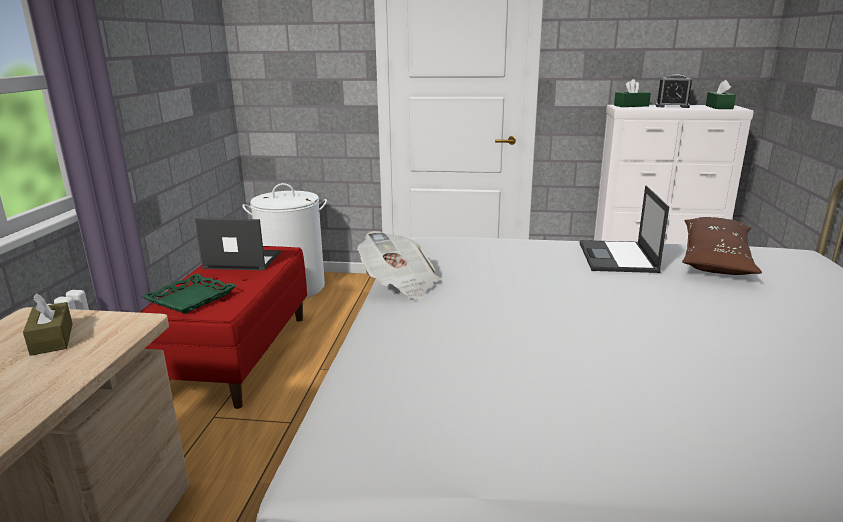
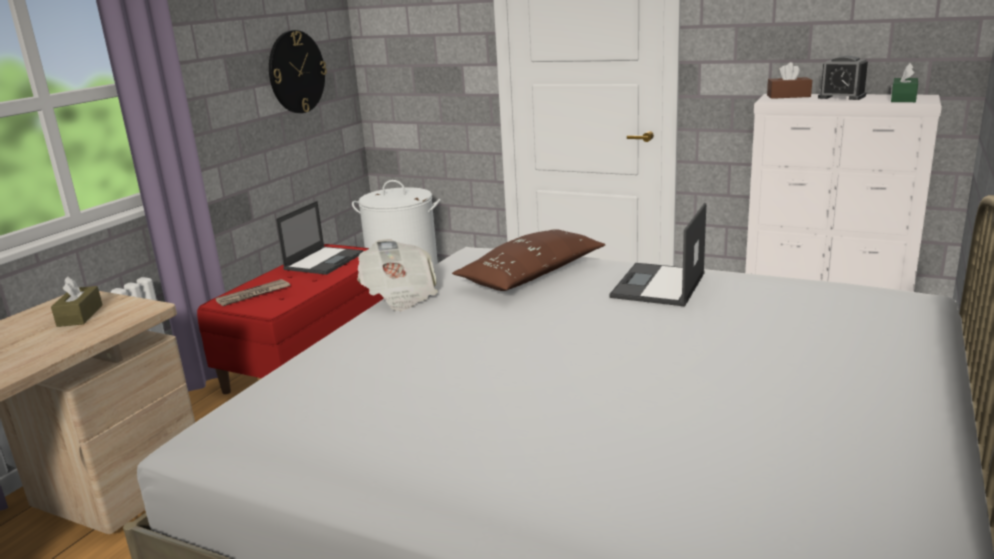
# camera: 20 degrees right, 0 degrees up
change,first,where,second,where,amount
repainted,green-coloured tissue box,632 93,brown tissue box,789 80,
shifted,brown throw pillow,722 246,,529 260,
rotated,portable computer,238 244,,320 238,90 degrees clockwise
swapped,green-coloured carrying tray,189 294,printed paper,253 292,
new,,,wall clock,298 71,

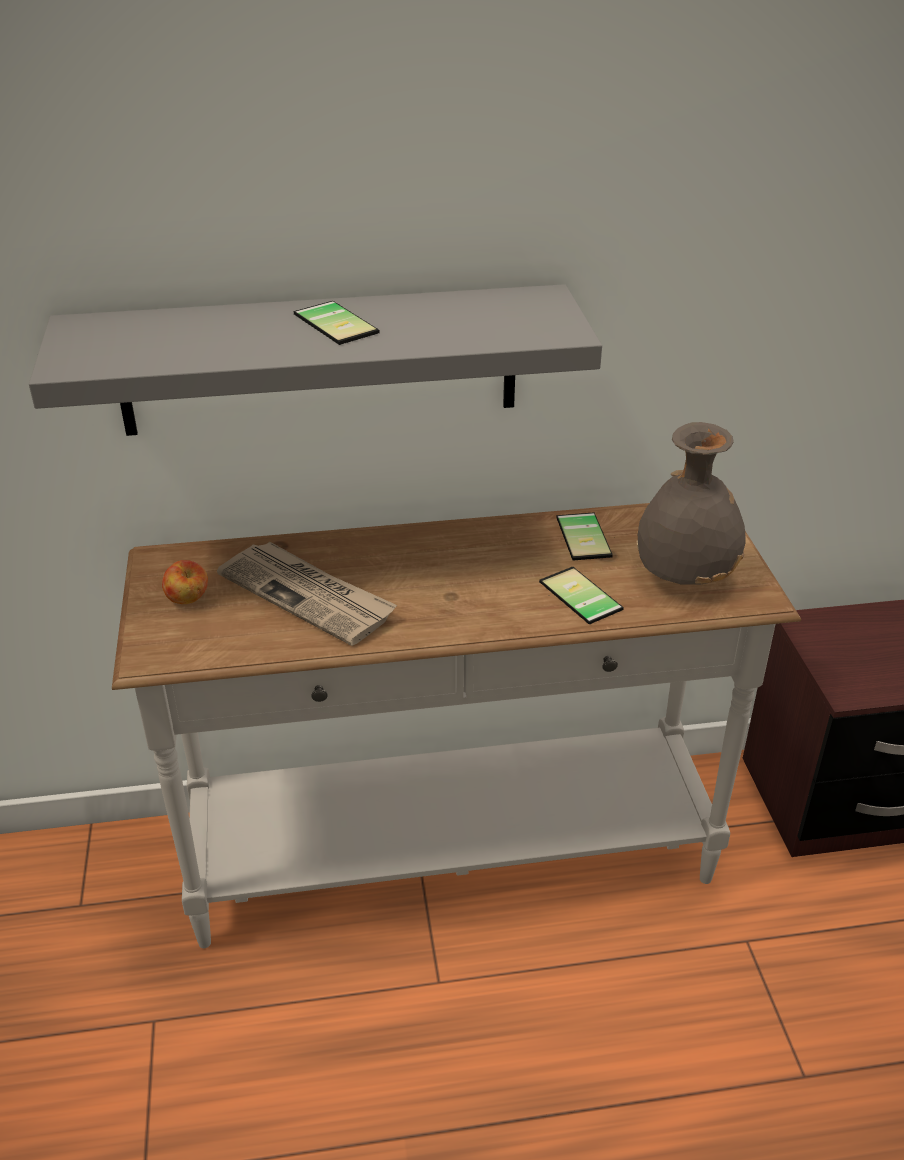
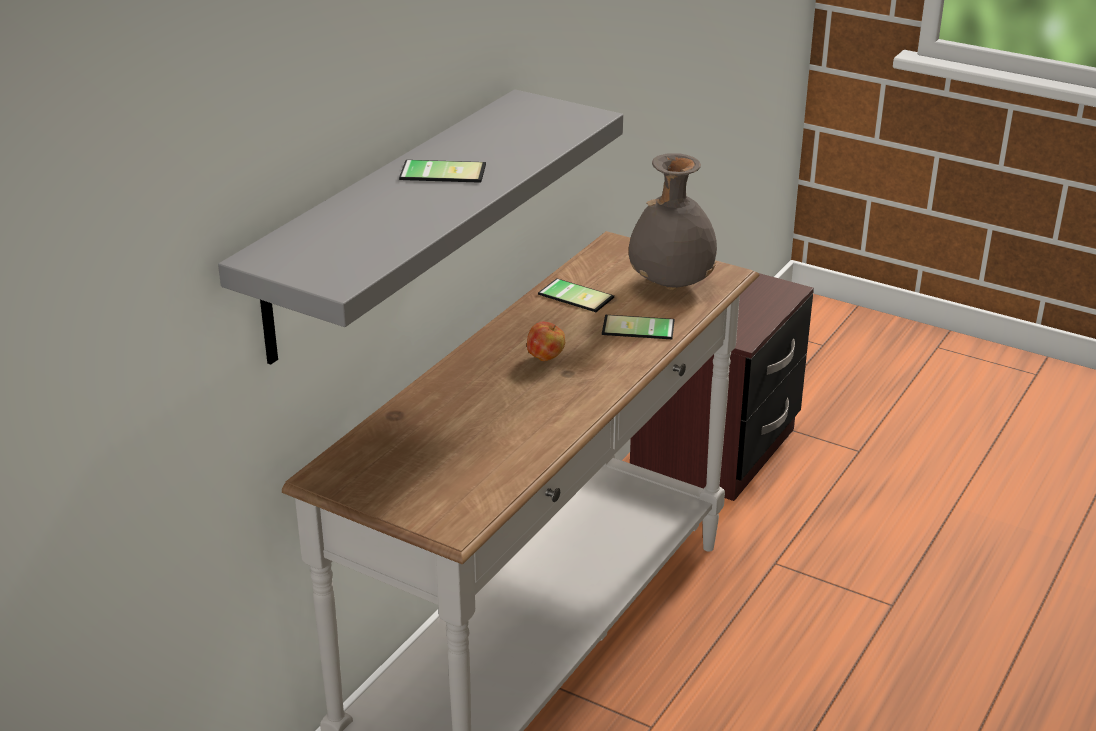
# camera: 50 degrees left, 5 degrees down
change,first,where,second,where,amount
gone,printed paper,307 594,,,
shifted,apple,185 582,,546 341,

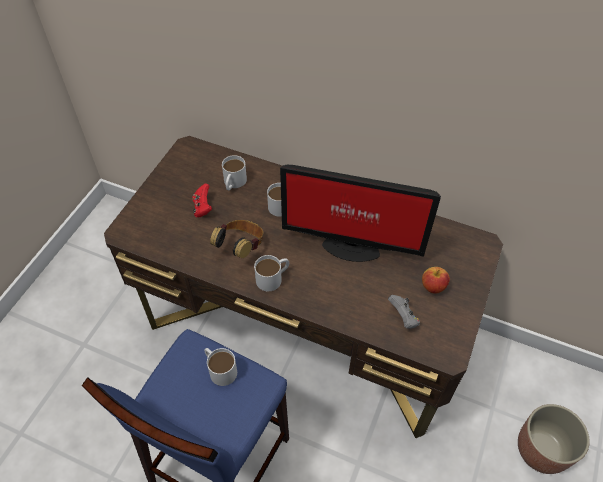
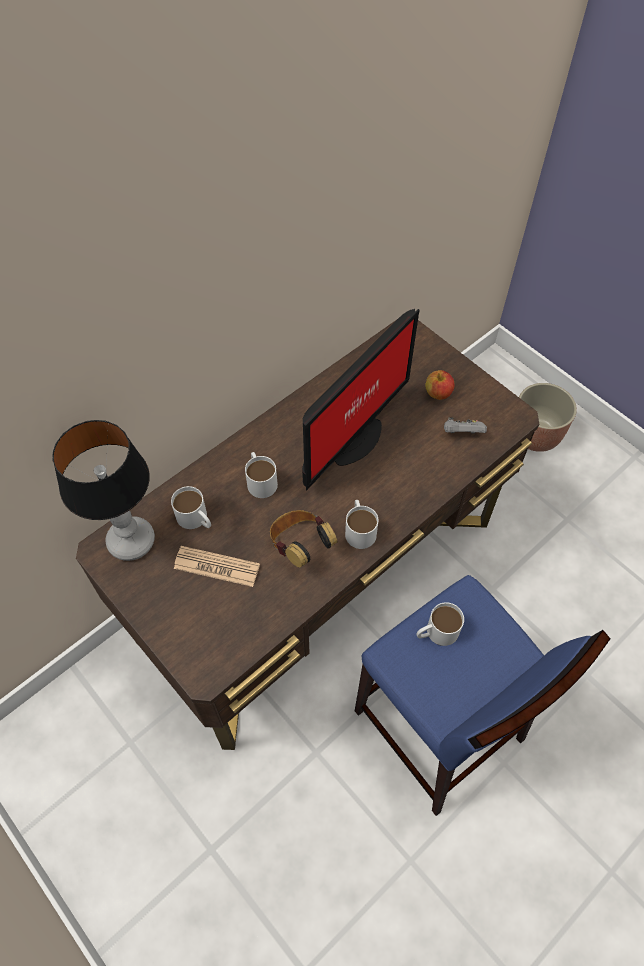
# camera: 65 degrees left, 5 degrees up
change,first,where,second,where,amount
swapped,red joypad,202 200,printed paper,217 566,
new,,,lamp for a table,103 490,

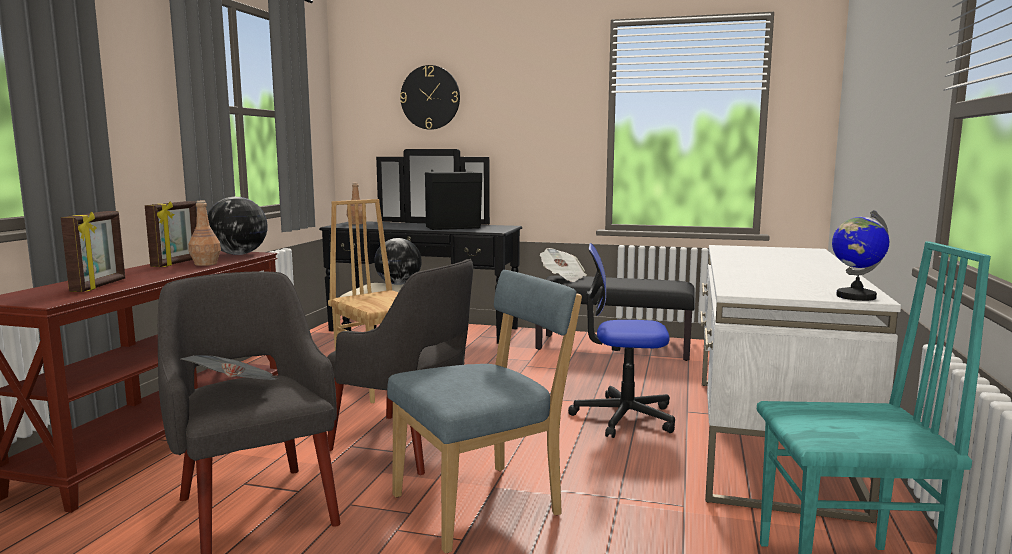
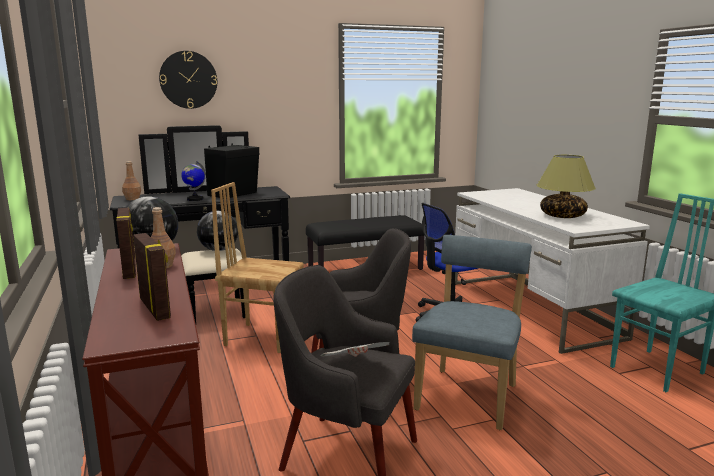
# camera: 35 degrees left, 5 degrees up
change,first,where,second,where,amount
shifted,desk globe,860 255,,193 181,
gone,printed paper,563 265,,,
new,,,lamp for a table,566 186,

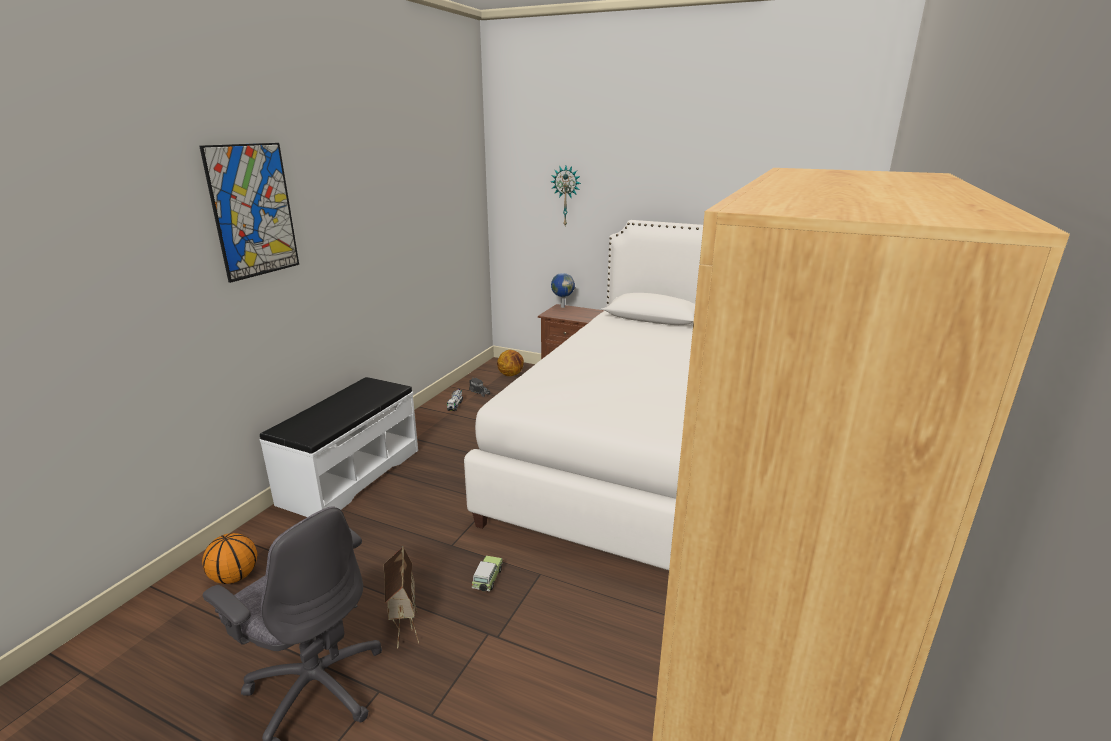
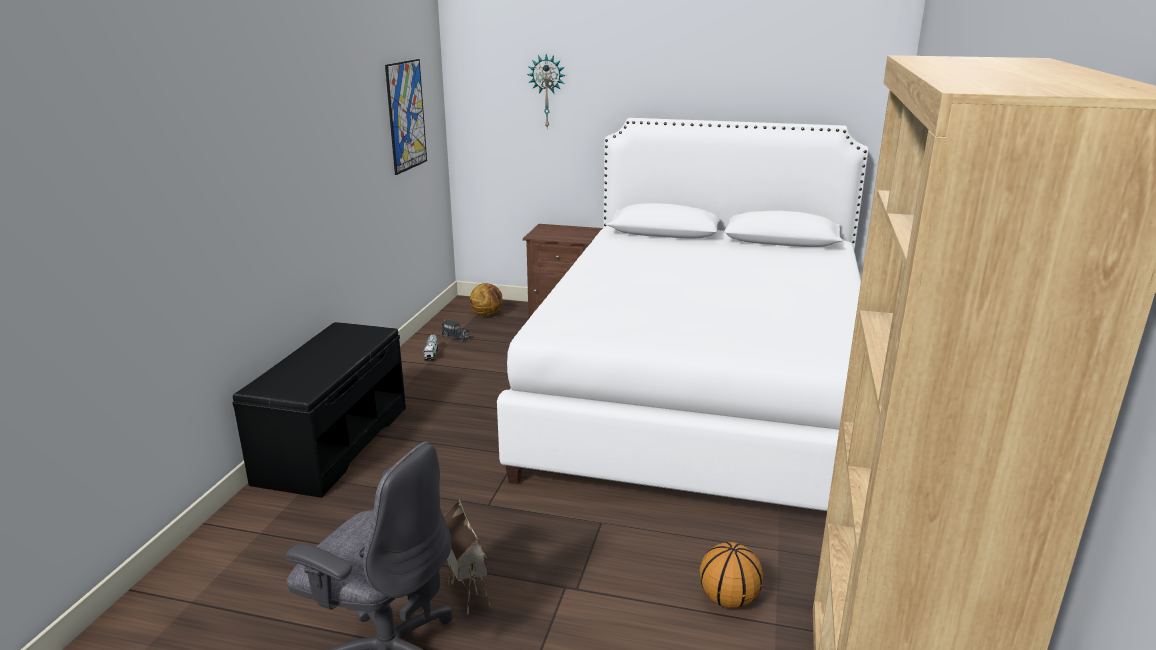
# camera: 10 degrees left, 0 degrees up
change,first,where,second,where,amount
shifted,picture,249 213,,406 117,
gone,desk globe,563 290,,,
repainted,white long seat,339 447,black-coloured long seat,319 410,
shifted,basketball,229 558,,731 575,
gone,model car,487 573,,,

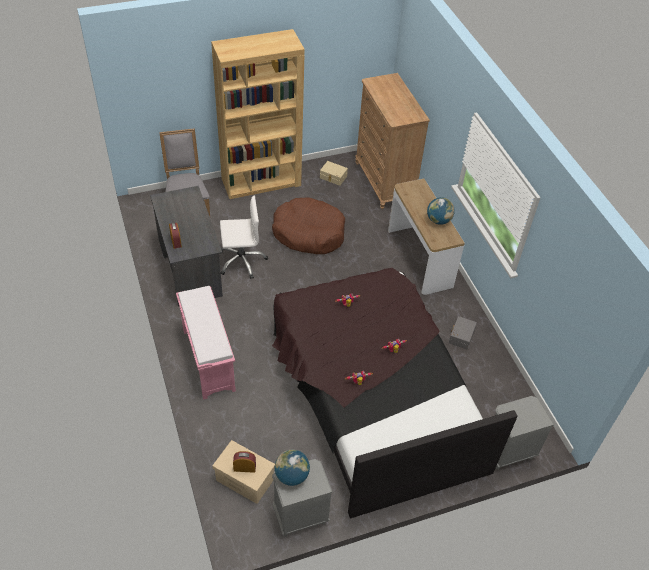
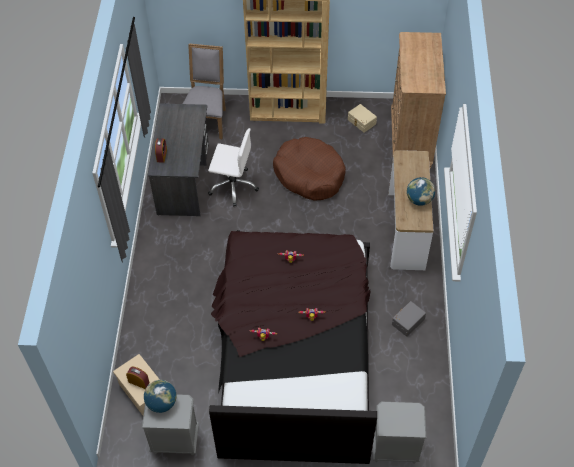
# camera: 25 degrees right, 5 degrees up
change,first,where,second,where,amount
gone,pink-coloured long seat,206 343,,,

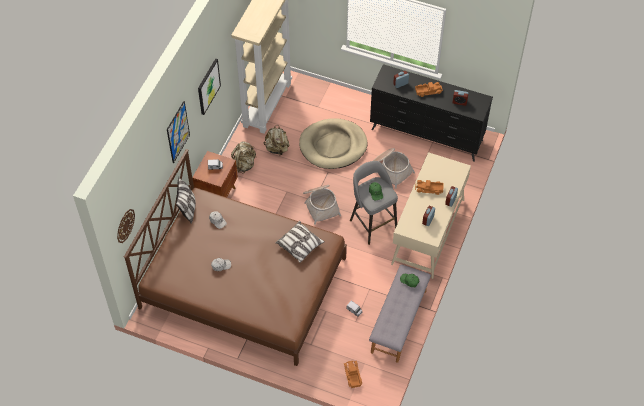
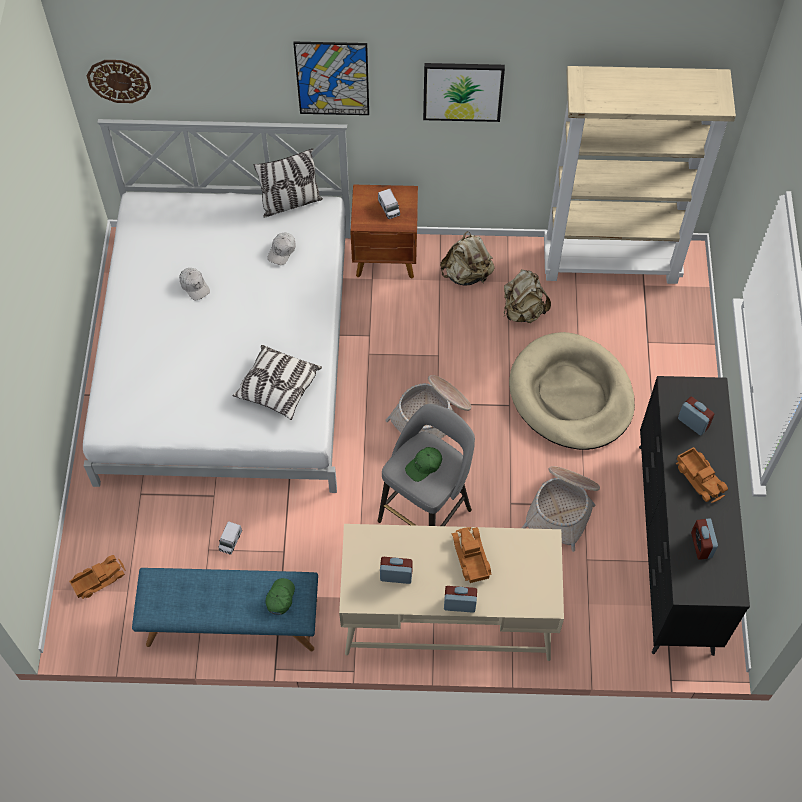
# camera: 70 degrees right, 5 degrees up
change,first,where,second,where,amount
repainted,brown bed,235 257,white bed,217 306,
repainted,grey long seat,400 314,bluish long seat,225 610,

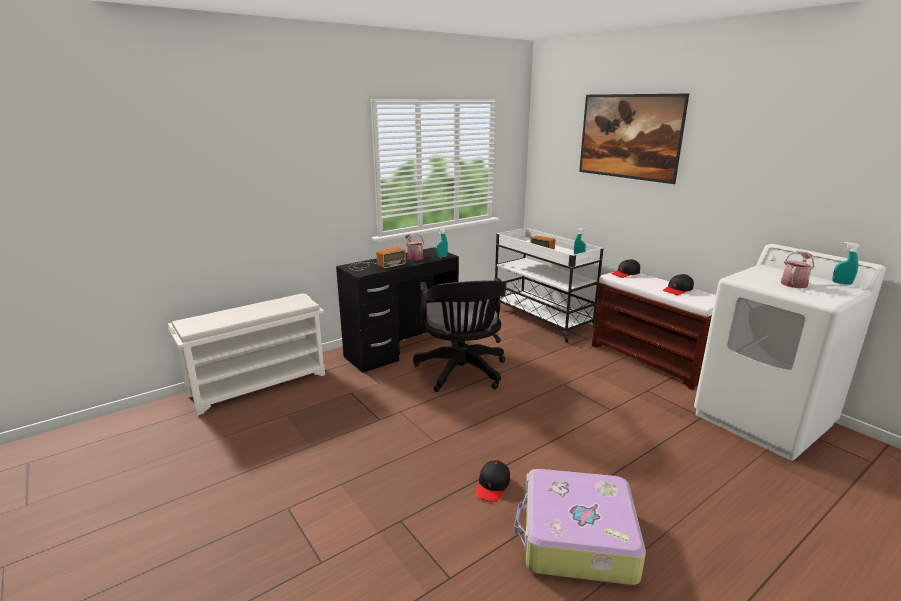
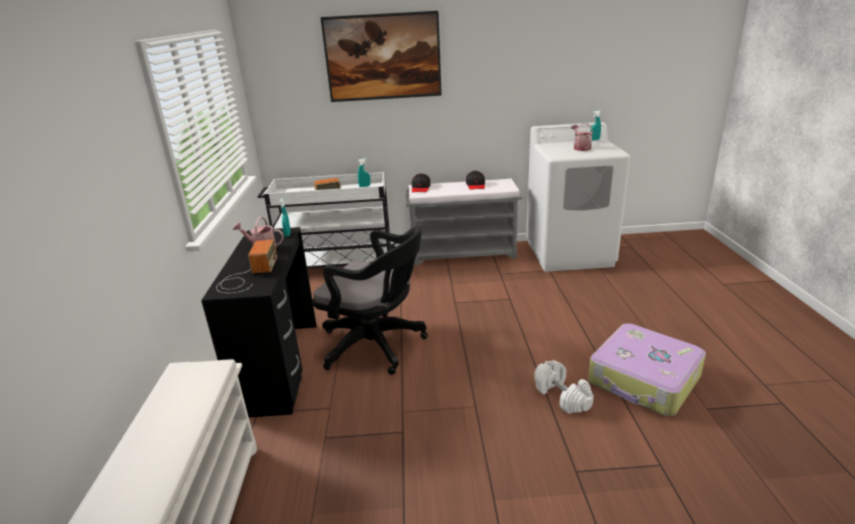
# camera: 55 degrees left, 5 degrees up
change,first,where,second,where,amount
repainted,brown long seat,654 331,grey long seat,464 222,
swapped,black-coloured baseball cap,492 481,white hand weight,564 387,

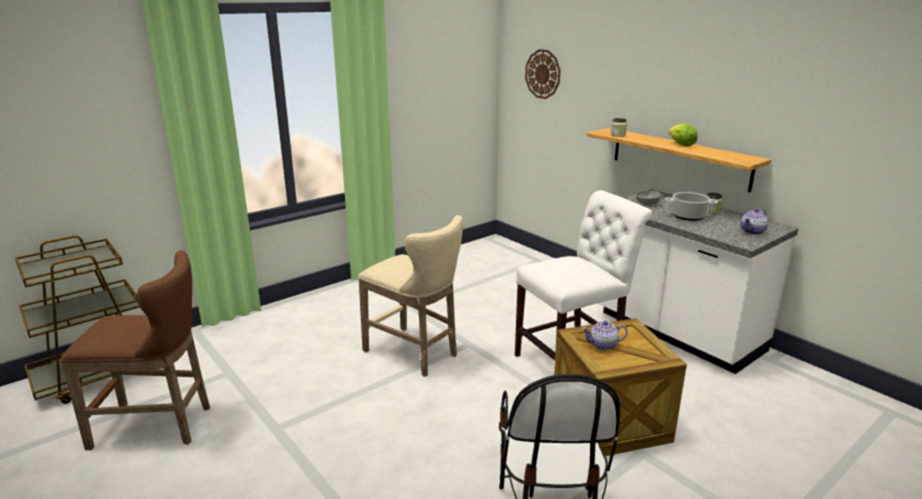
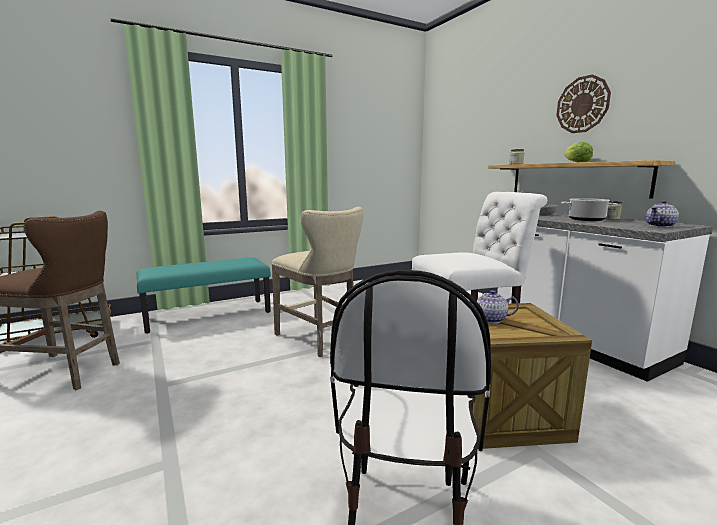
# camera: 10 degrees right, 10 degrees down
change,first,where,second,where,amount
shifted,wall clock,543 74,,583 103,
new,,,turquoise-coloured long seat,203 295,

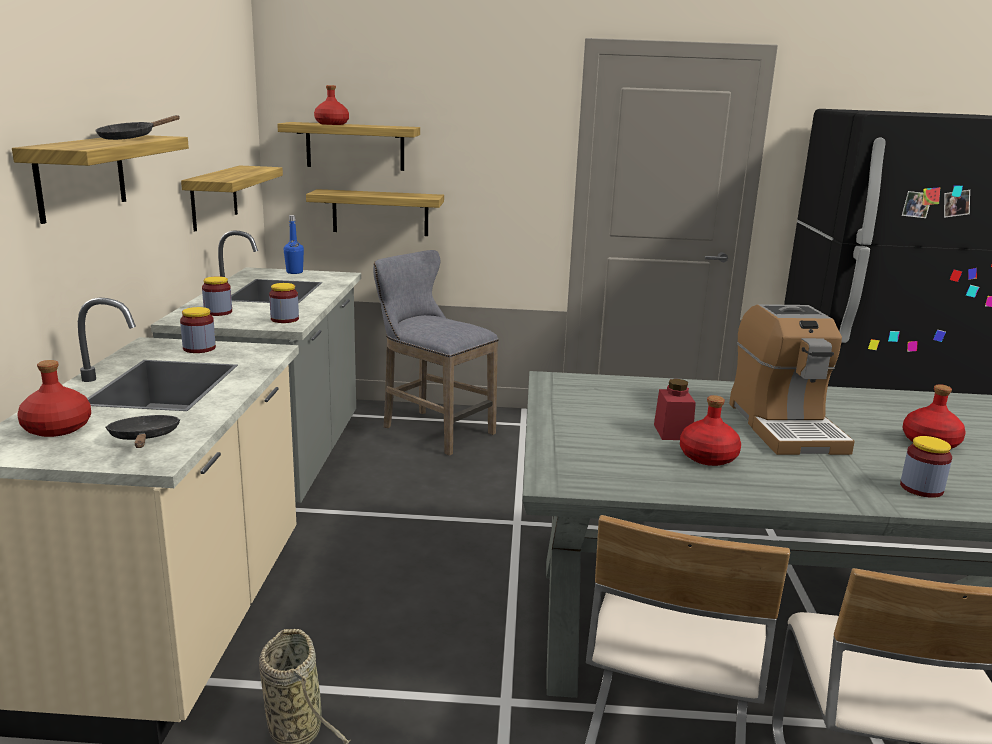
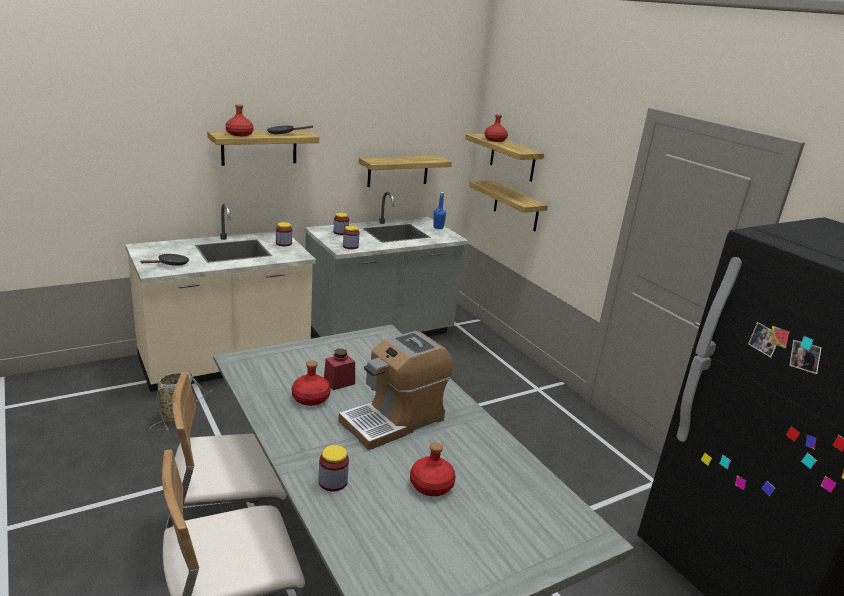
# camera: 55 degrees right, 5 degrees up
change,first,where,second,where,amount
gone,grey stool,435 353,,,
shifted,red bottle,54 398,,240 120,

